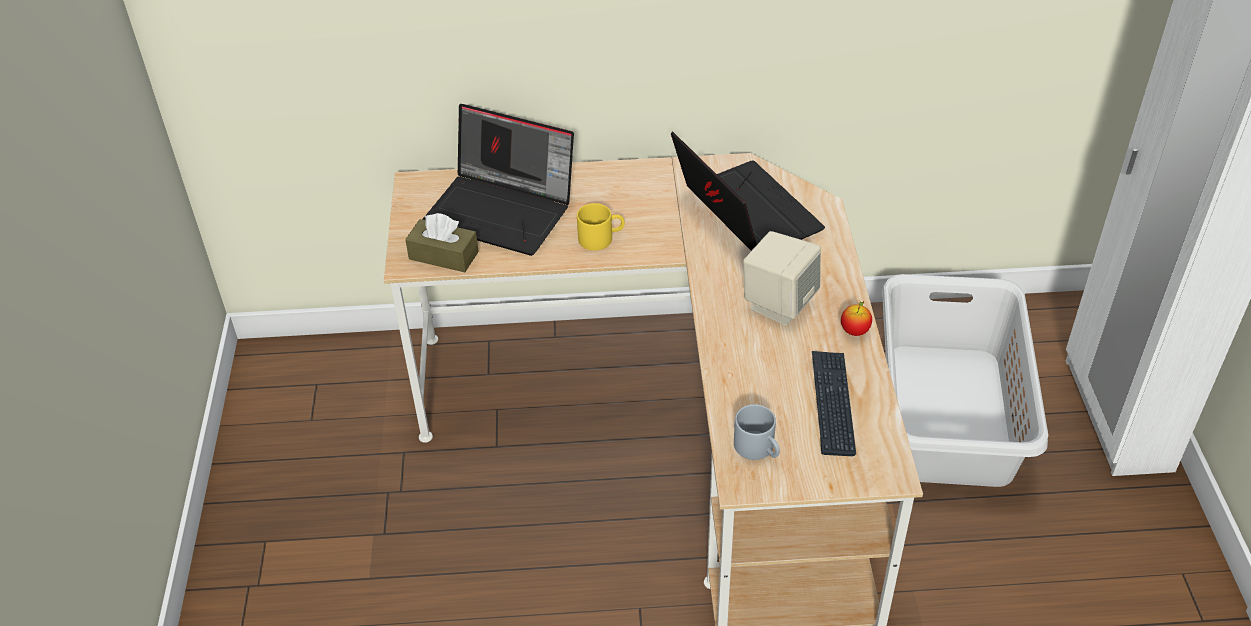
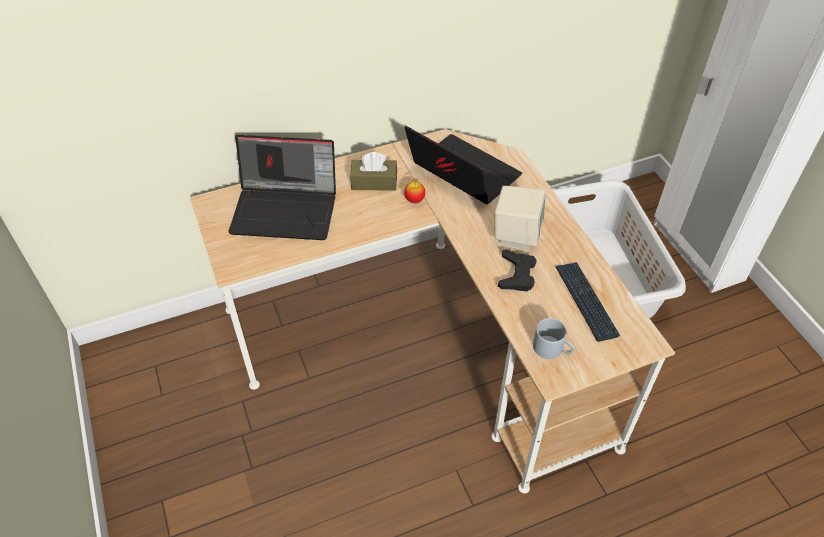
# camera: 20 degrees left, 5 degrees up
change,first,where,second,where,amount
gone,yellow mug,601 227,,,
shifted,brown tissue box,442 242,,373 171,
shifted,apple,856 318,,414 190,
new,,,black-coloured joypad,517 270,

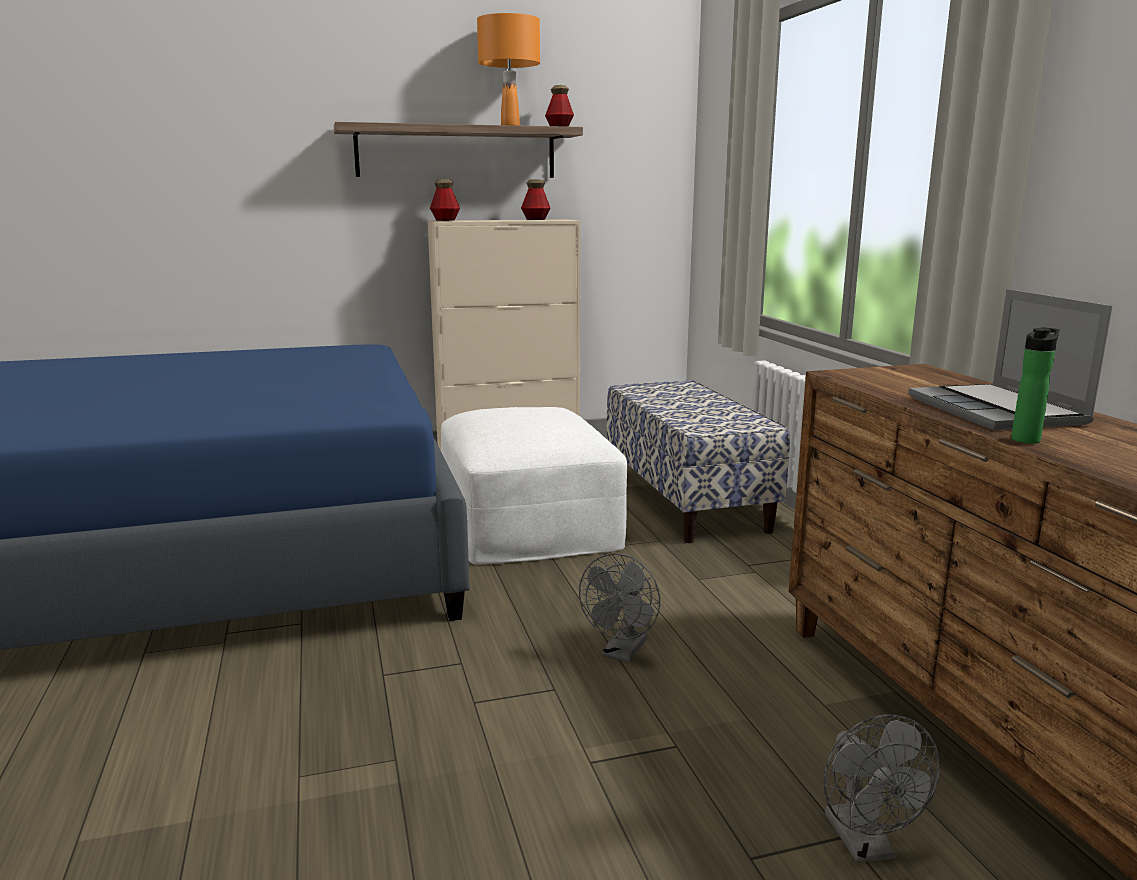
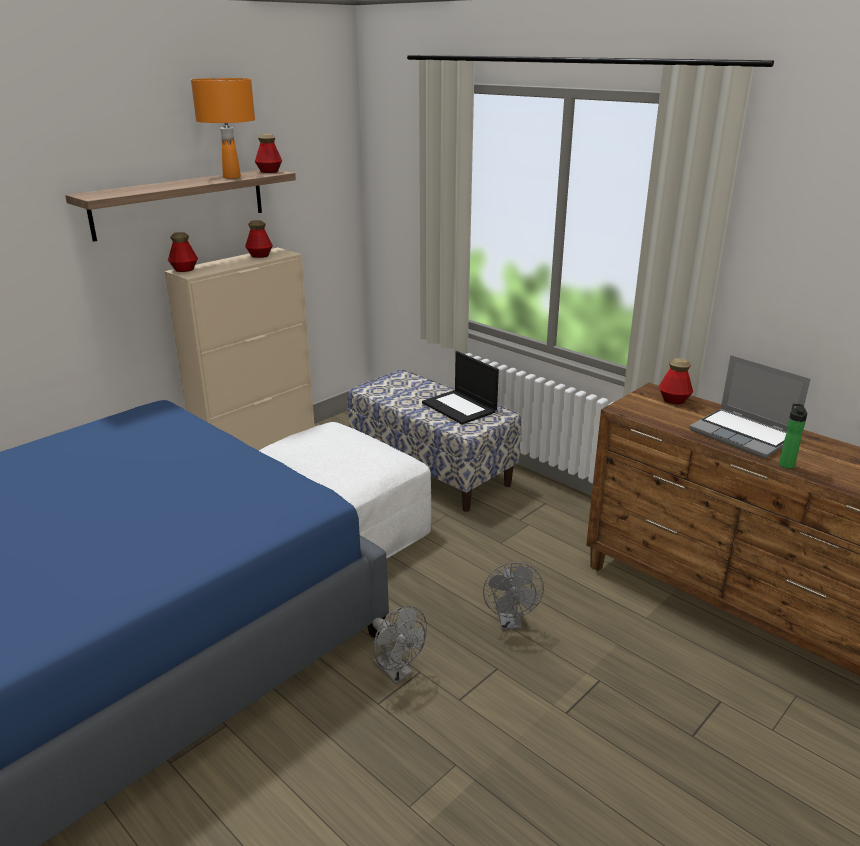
# camera: 30 degrees left, 10 degrees up
change,first,where,second,where,amount
shifted,grey cooling fan,882 788,,400 645,
new,,,portable computer,460 388,
new,,,bottle,676 381,

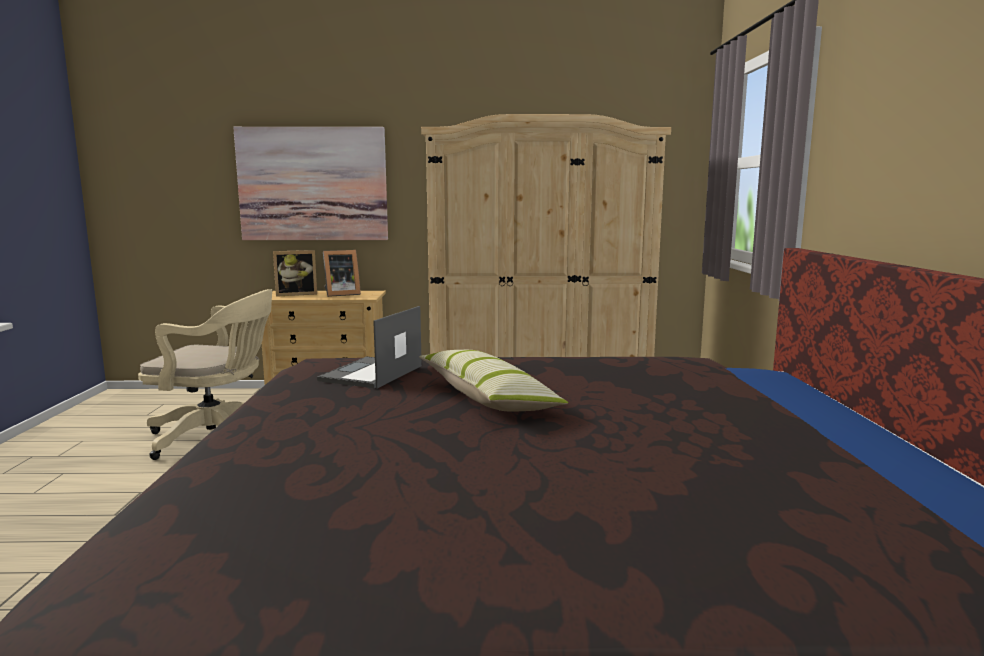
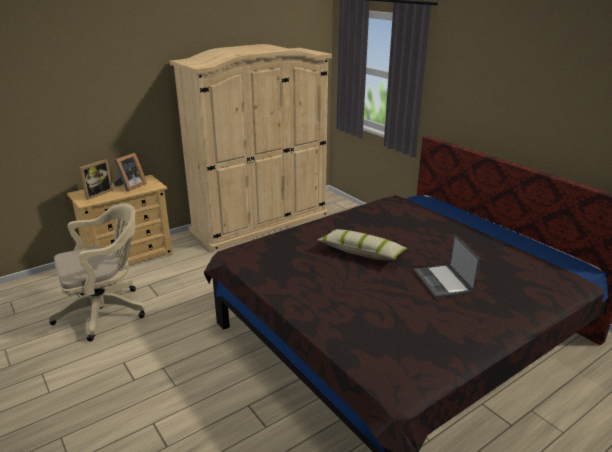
# camera: 35 degrees left, 15 degrees up
change,first,where,second,where,amount
gone,picture,310 183,,,
shifted,portable computer,369 347,,447 266,

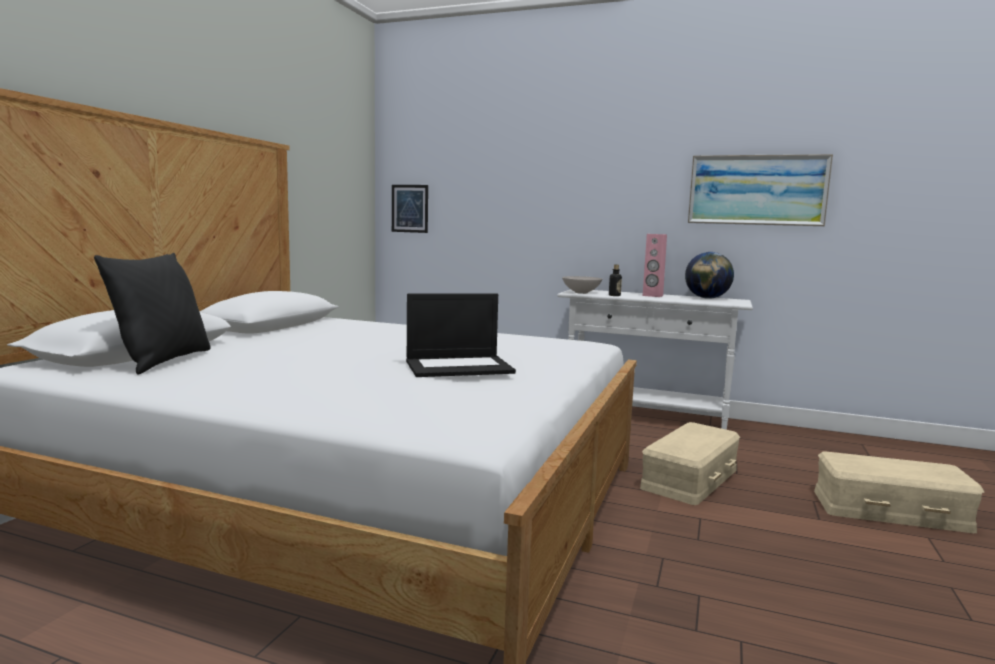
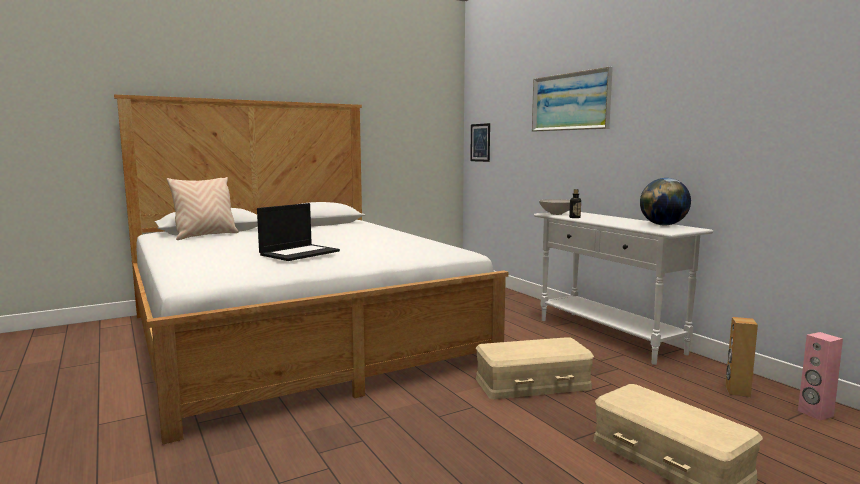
# camera: 40 degrees right, 0 degrees up
change,first,where,second,where,amount
shifted,picture,760 190,,572 99,
shifted,pink-coloured speaker,655 265,,820 376,
repainted,black-coloured throw pillow,152 313,beige throw pillow,203 208,
rotated,portable computer,461 335,,298 232,75 degrees counterclockwise
new,,,brown speaker,741 357,

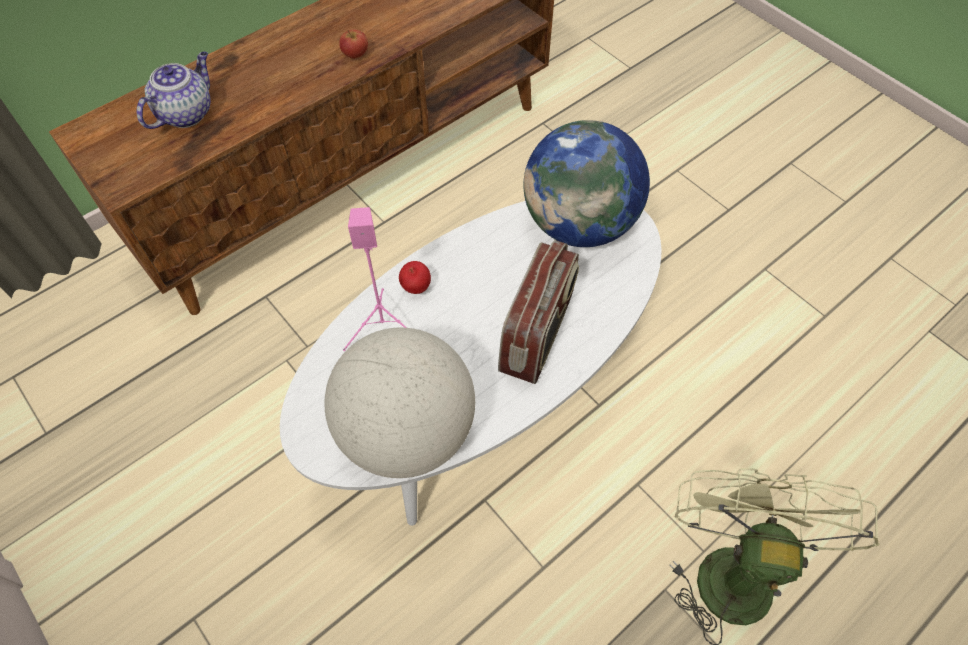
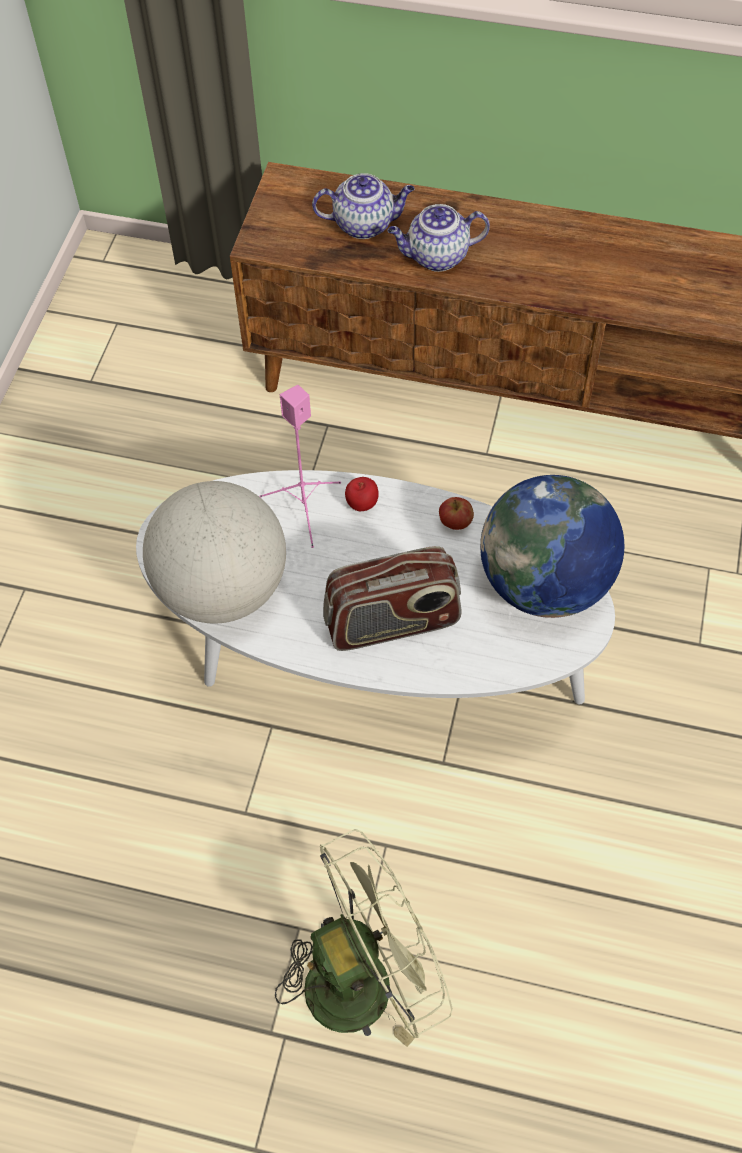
# camera: 55 degrees right, 0 degrees up
change,first,where,second,where,amount
shifted,apple,353 44,,456 513,
new,,,tea pot,439 238,

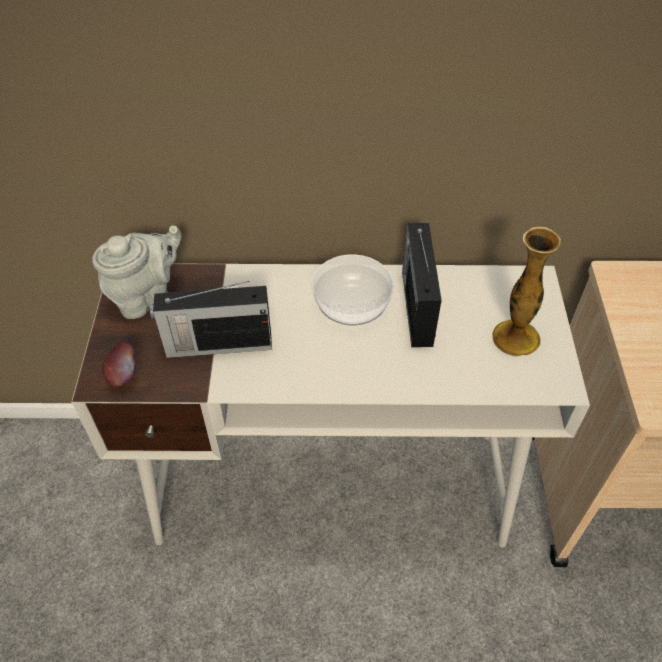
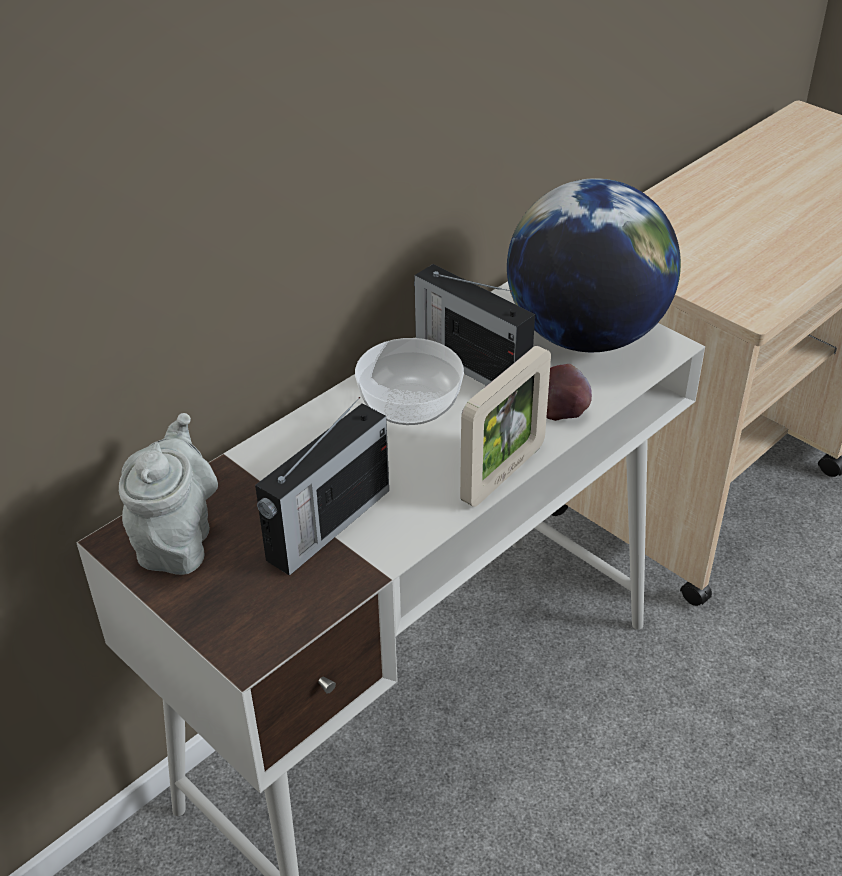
# camera: 45 degrees left, 10 degrees down
change,first,where,second,where,amount
swapped,vase,526 292,desk globe,594 265,
shifted,apple,119 365,,569 392,
new,,,picture frame,505 426,

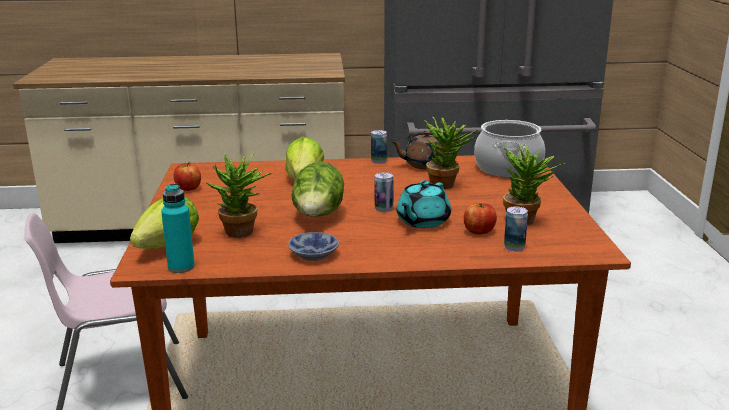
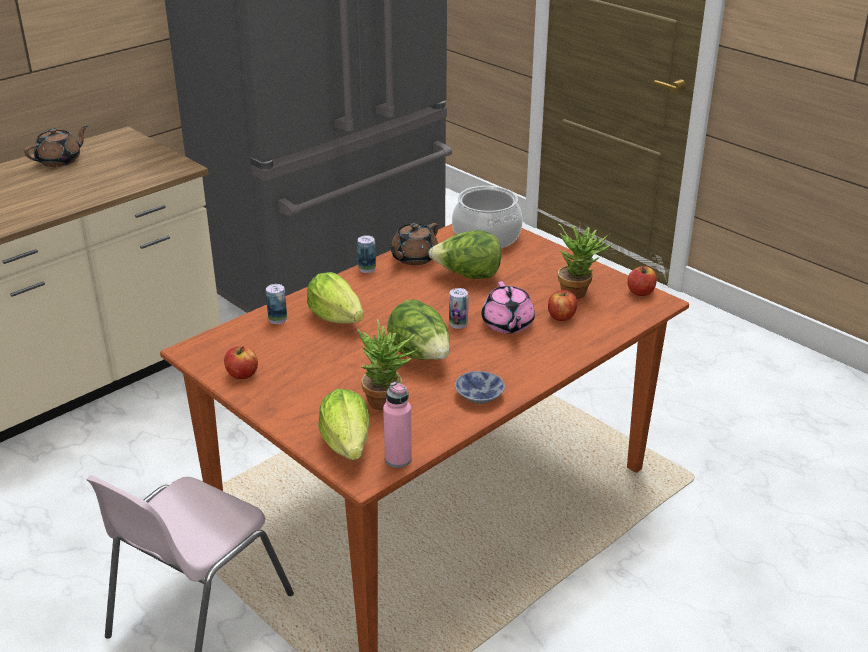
# camera: 40 degrees left, 10 degrees up
change,first,where,second,where,amount
swapped,houseplant,452 153,lettuce,465 254,
repainted,turquoise-coloured tea pot,423 204,pink-coloured tea pot,508 307,
repainted,turquoise-coloured bottle,178 228,pink-coloured bottle,397 425,
shifted,can,516 229,,276 304,
new,,,brown tea pot,56 146,
new,,,apple,642 280,

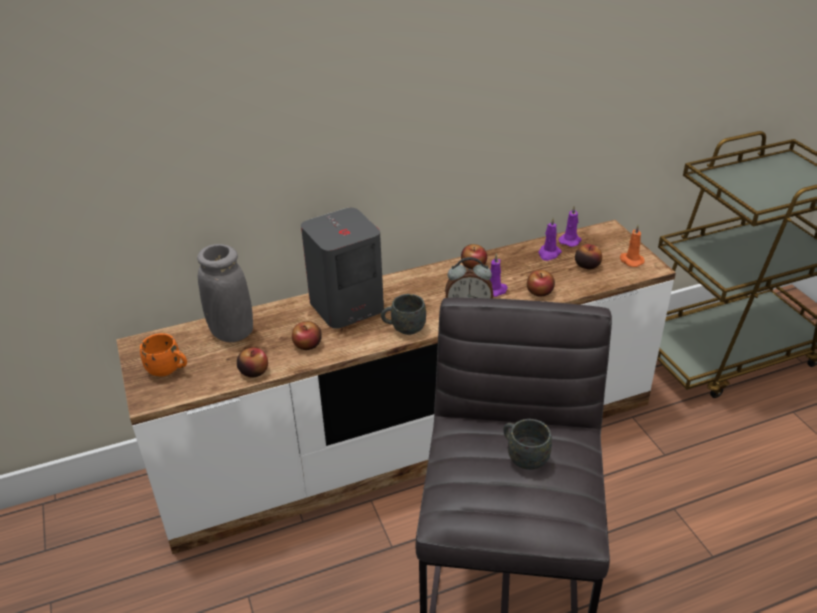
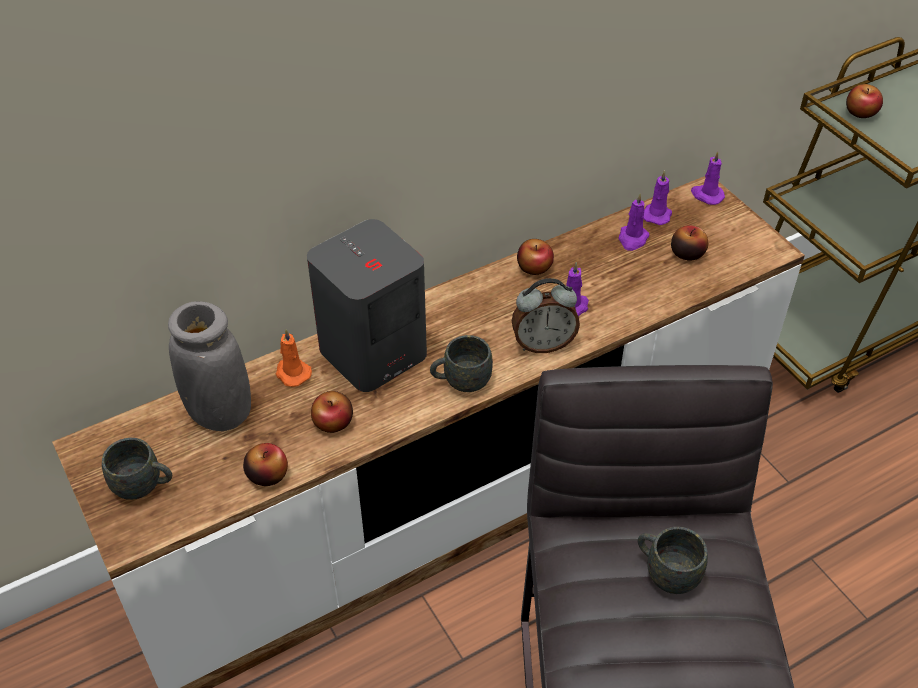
# camera: 10 degrees left, 10 degrees up
change,first,where,second,where,amount
shifted,orange wax candle,632 246,,293 358,
shifted,apple,541 283,,864 101,
repainted,orange mug,163 354,grey mug,137 469,
new,,,purple wax candle,708 178,

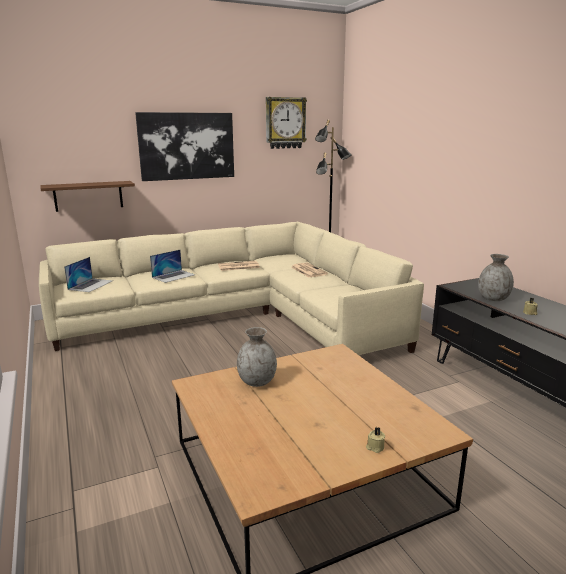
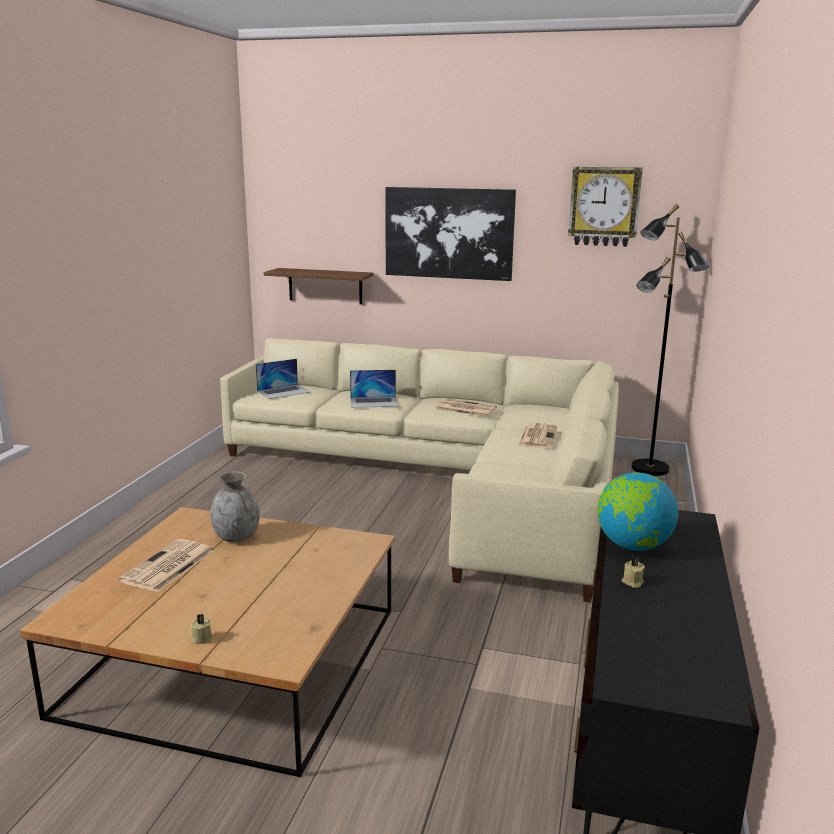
# camera: 40 degrees right, 0 degrees up
change,first,where,second,where,amount
swapped,grey vase,496 277,desk globe,637 511,
new,,,printed paper,166 565,

